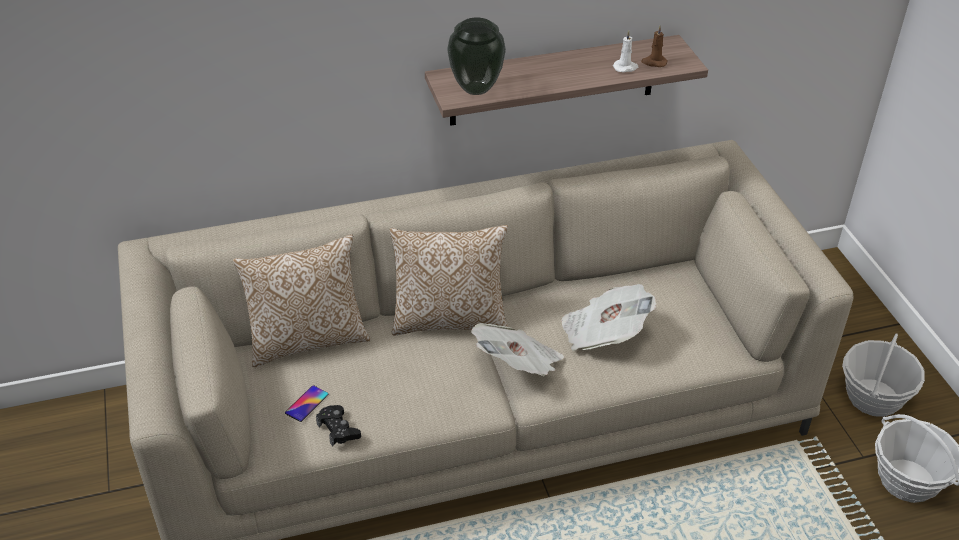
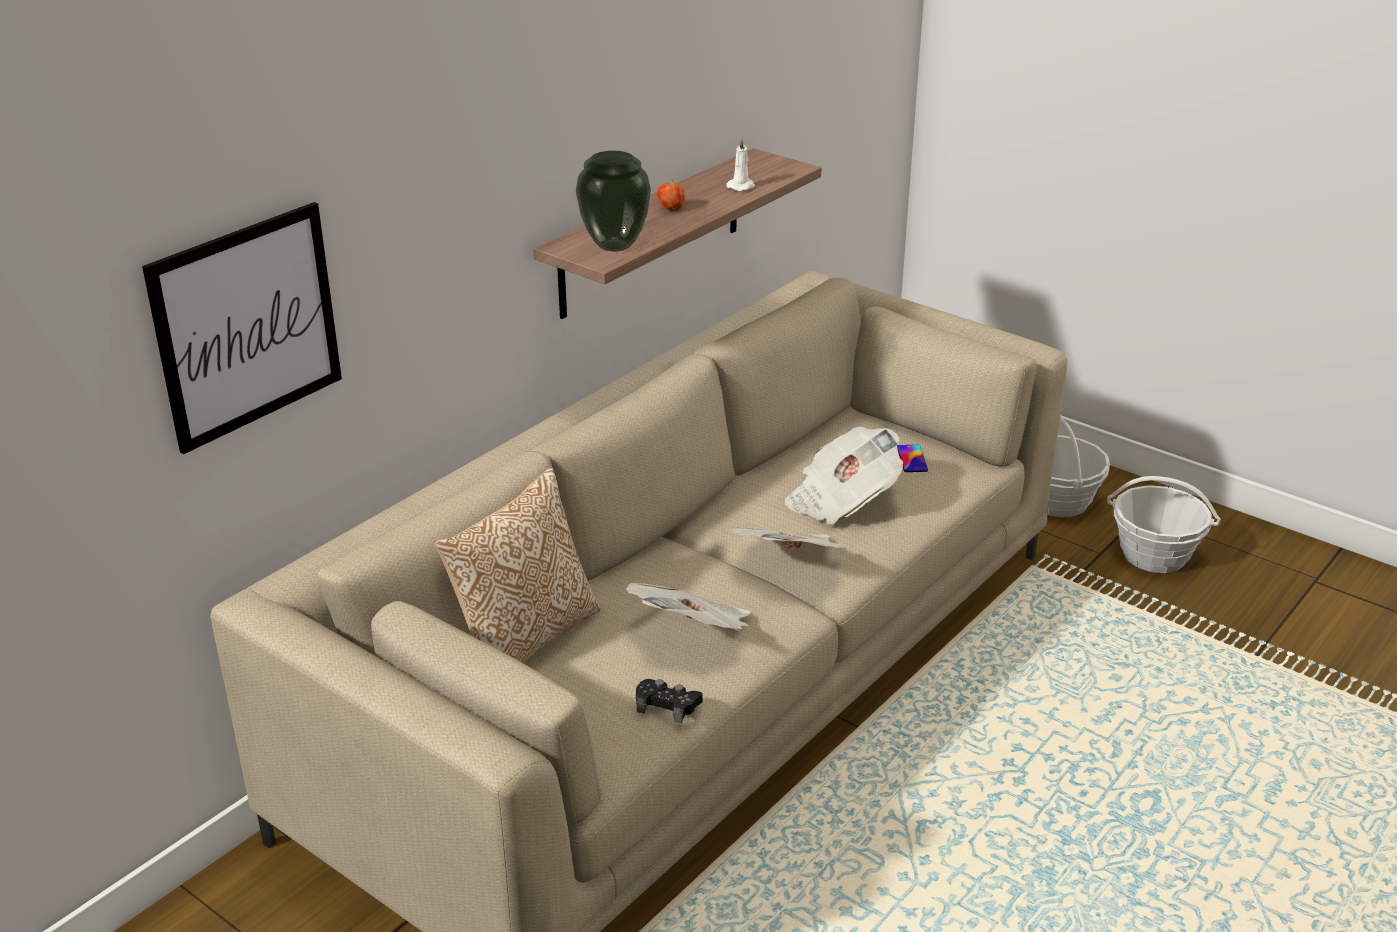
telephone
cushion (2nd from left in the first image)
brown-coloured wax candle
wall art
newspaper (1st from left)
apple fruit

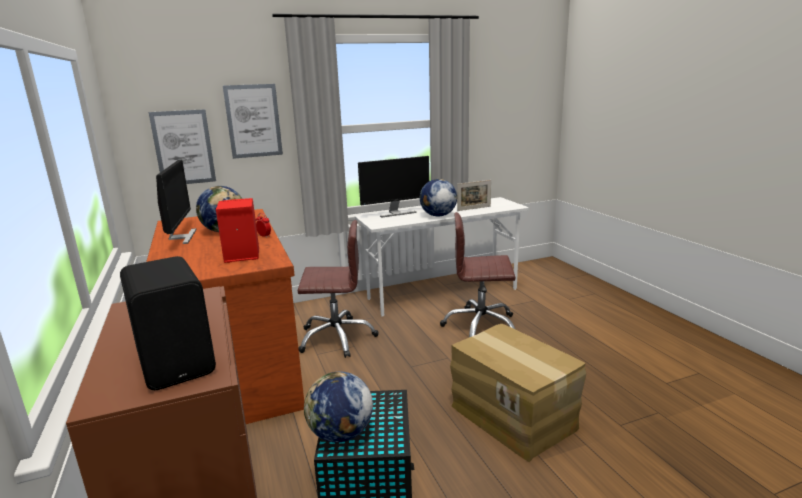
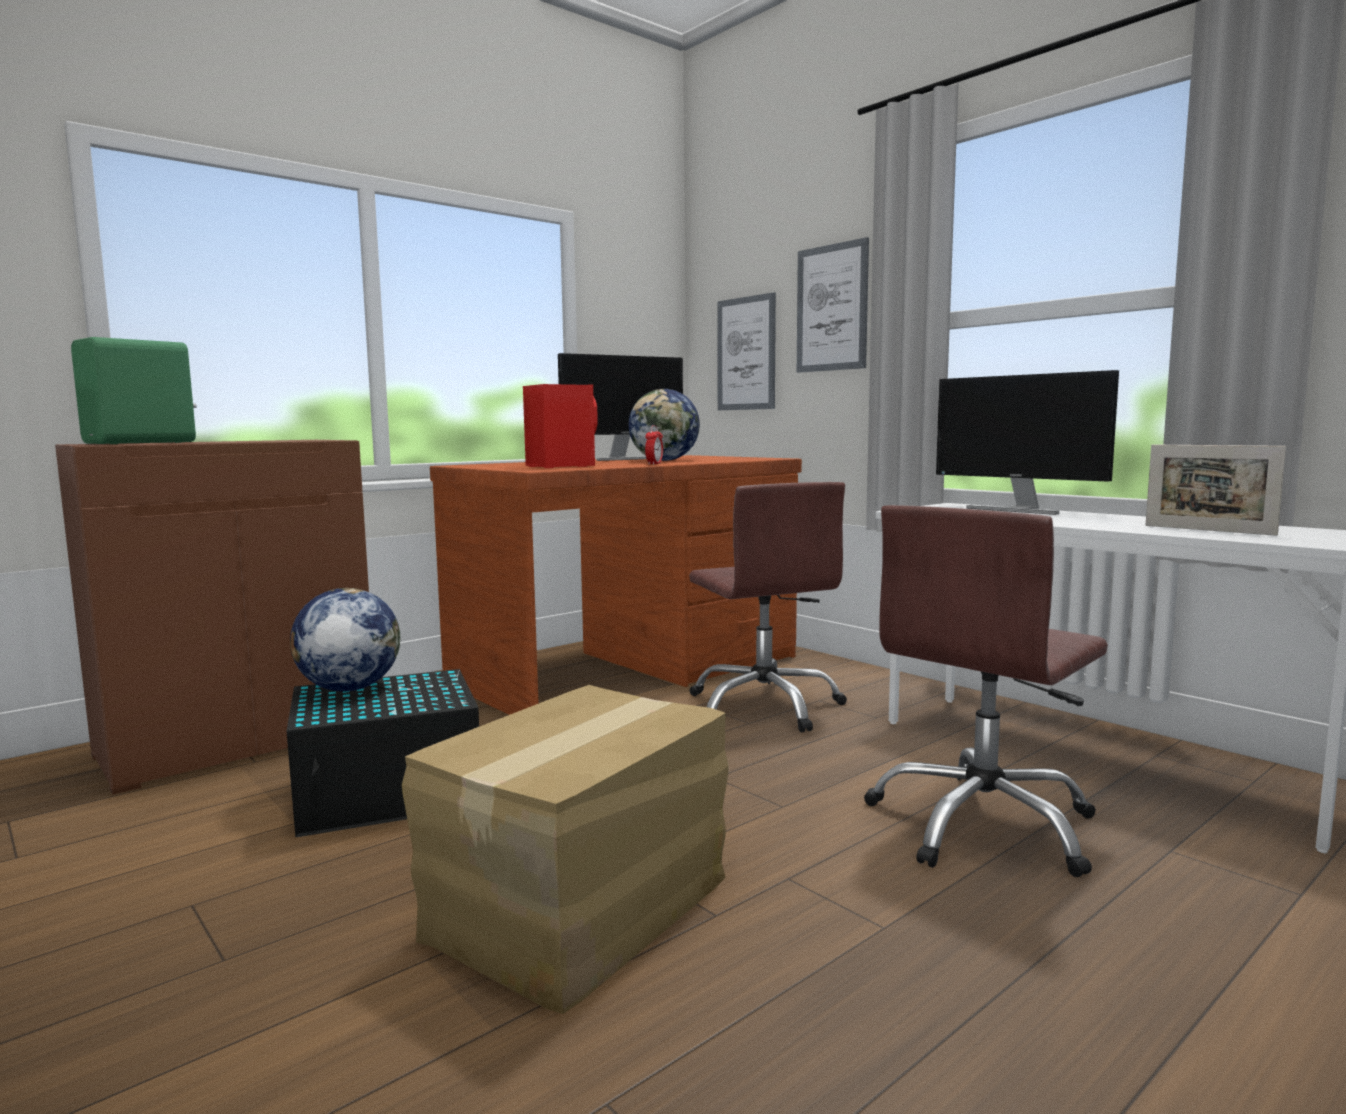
green-coloured audio speaker
world globe (3rd from left in the first image)
brown-coloured desk chair (2nd from left)

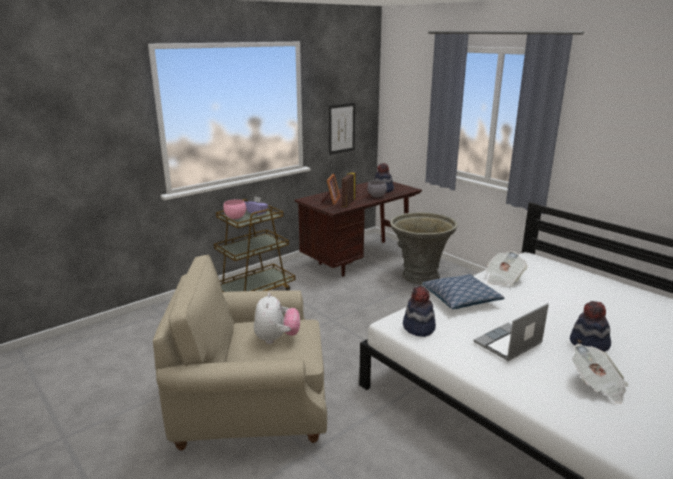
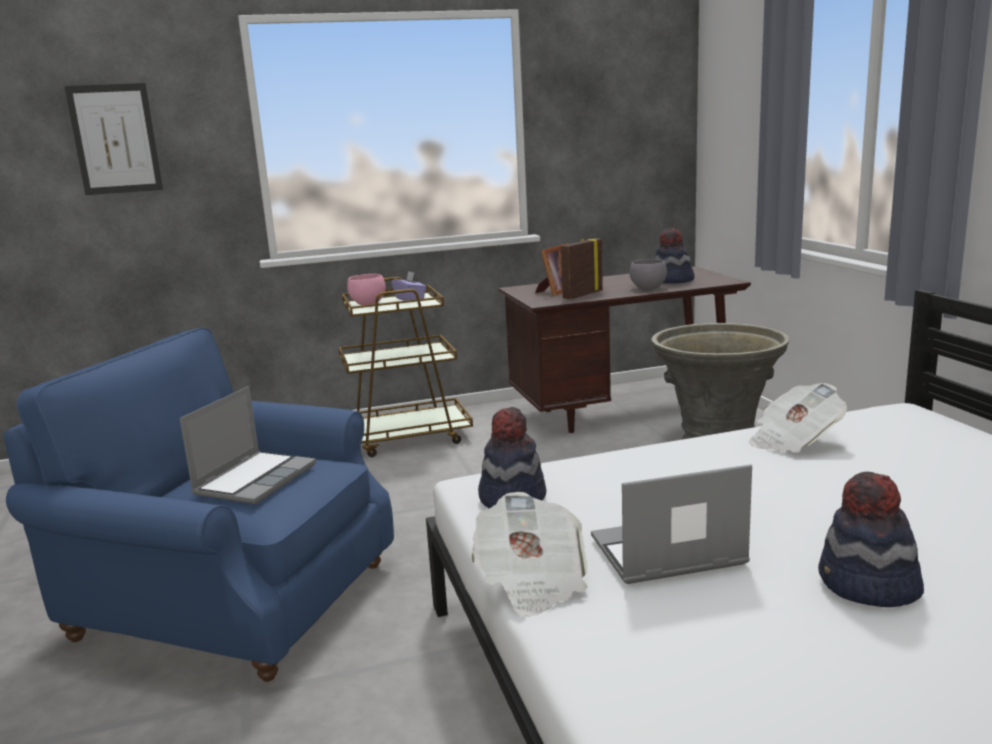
blue lounge chair
notebook computer (1st from left)
wall art
cushion
newspaper (1st from left)

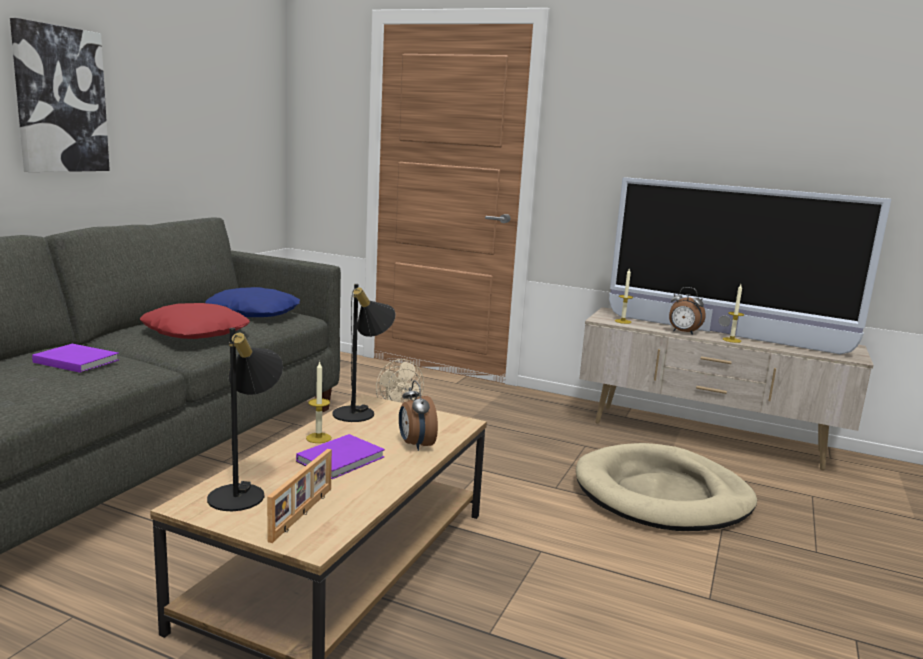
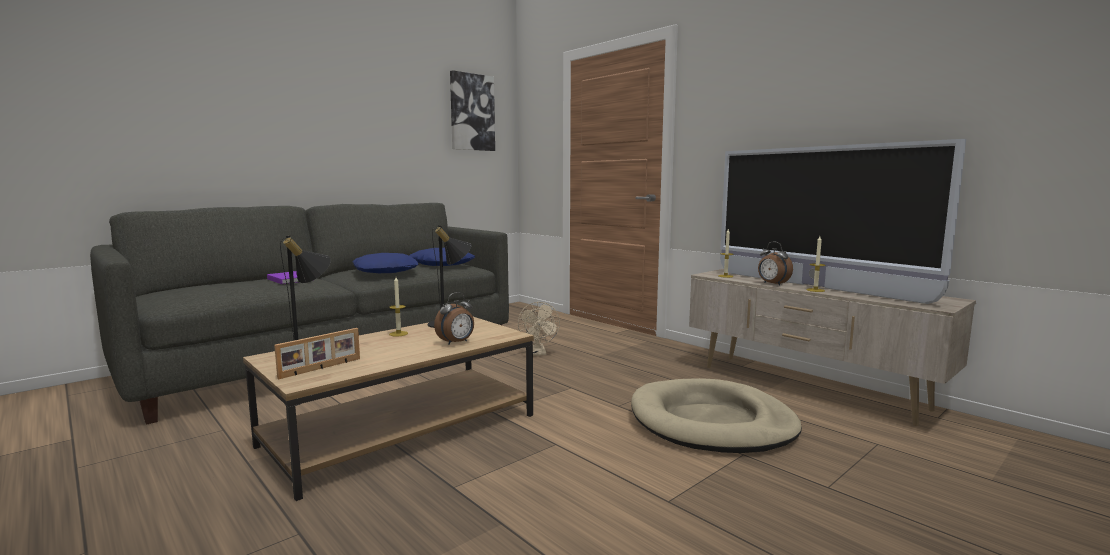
wall art
blue cushion (1st from left)
purplish book (2nd from left in the first image)
table clock (1st from left)

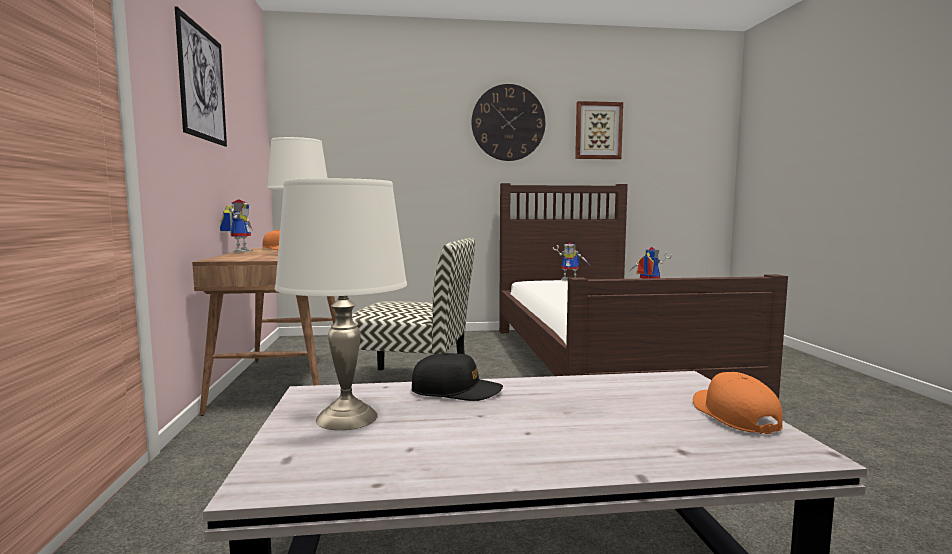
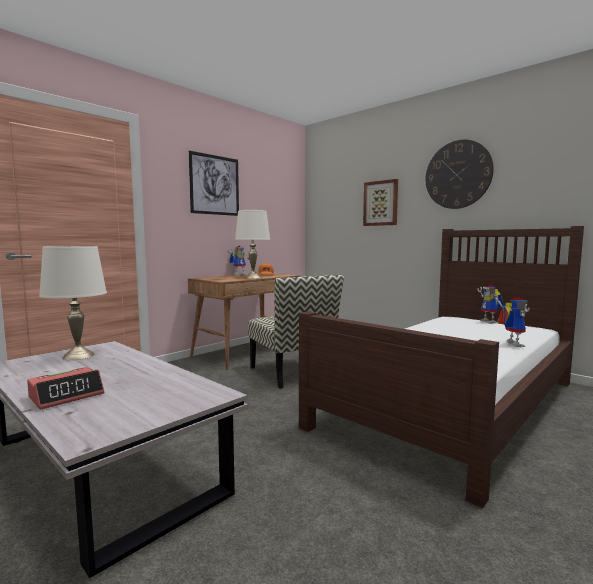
black-coloured cap
wall art (2nd from left)
orangey cap (2nd from left in the first image)
table clock

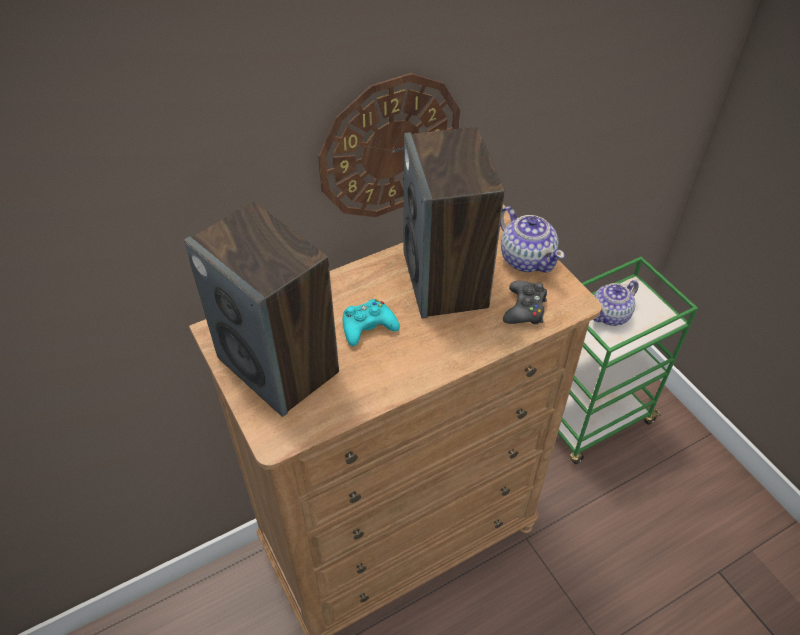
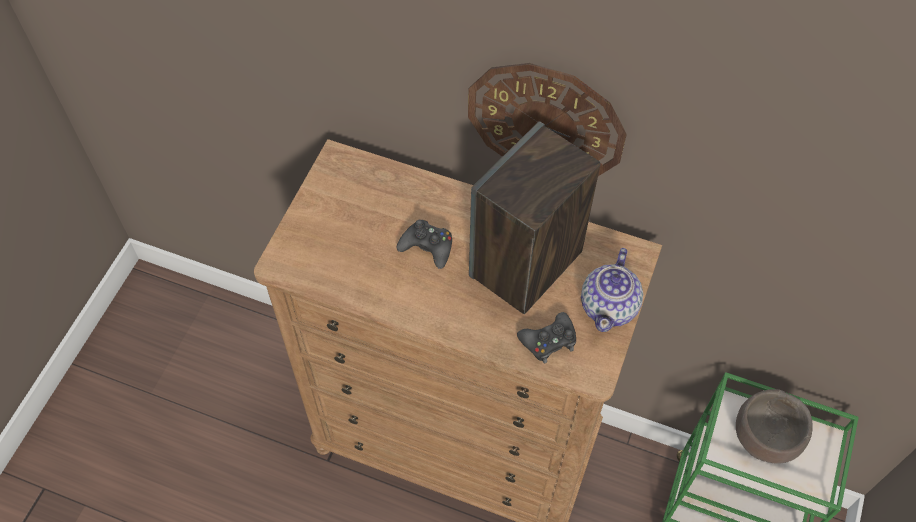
audio speaker (1st from left in the first image)
black-coloured joypad (1st from left)
brown-coloured bowl

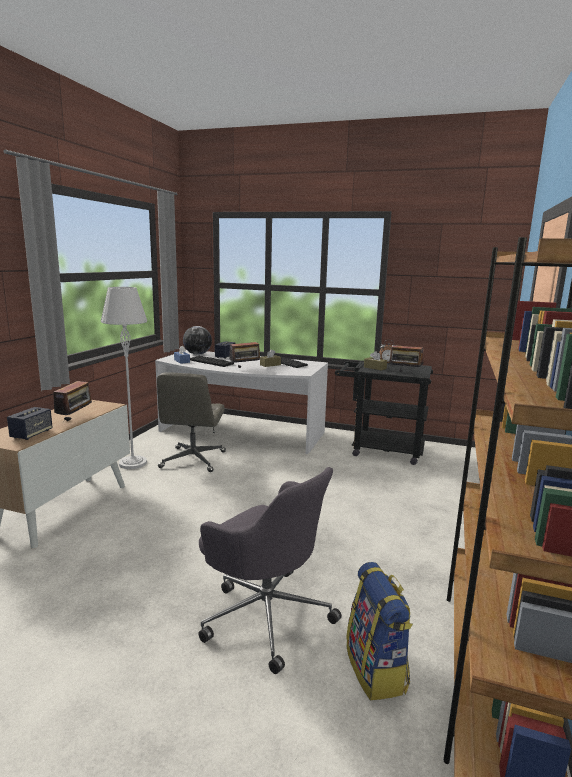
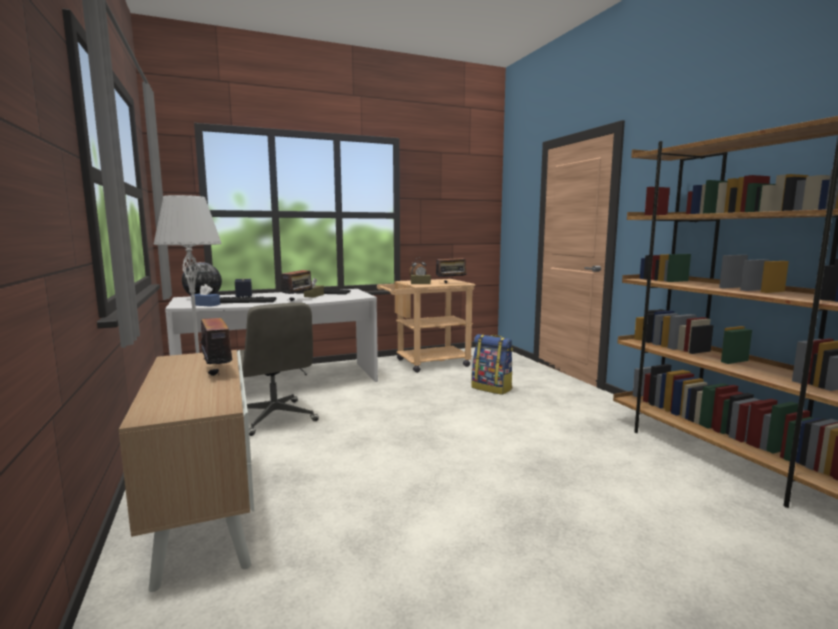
audio speaker (1st from left in the first image)
greyish desk chair (2nd from left in the first image)
beige-coloured trolley
rucksack

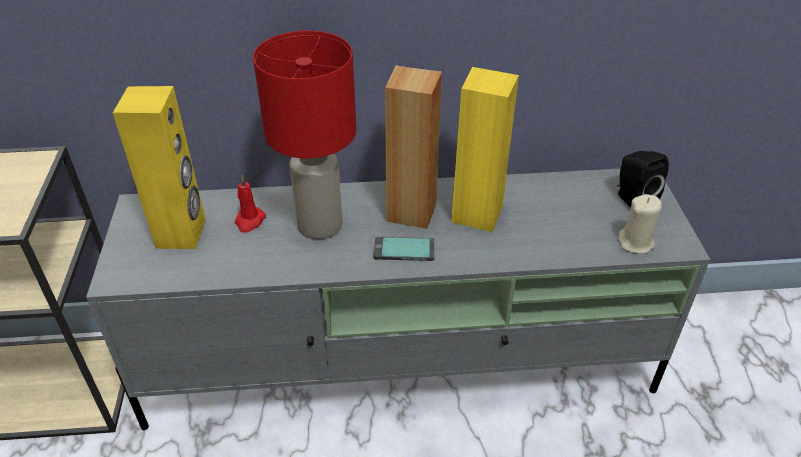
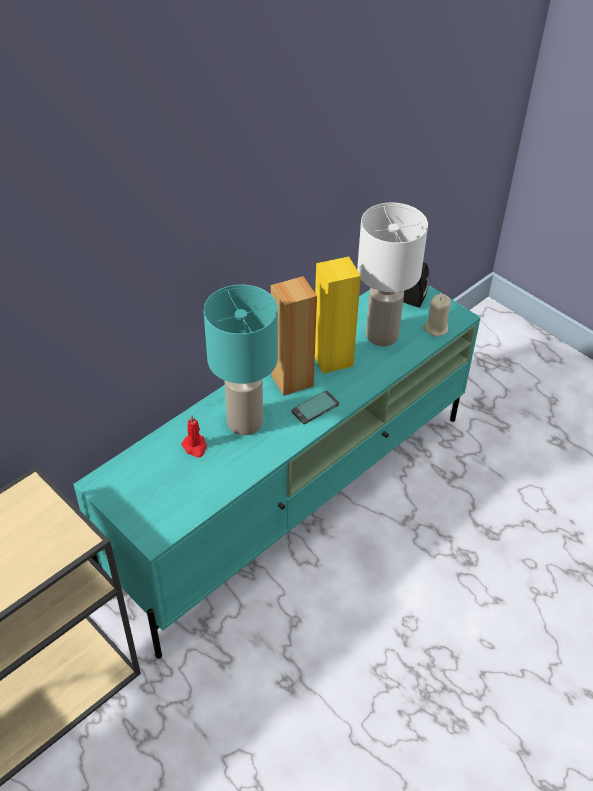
blue-green media console
yellow audio speaker (1st from left in the first image)
blue-green table lamp
white table lamp

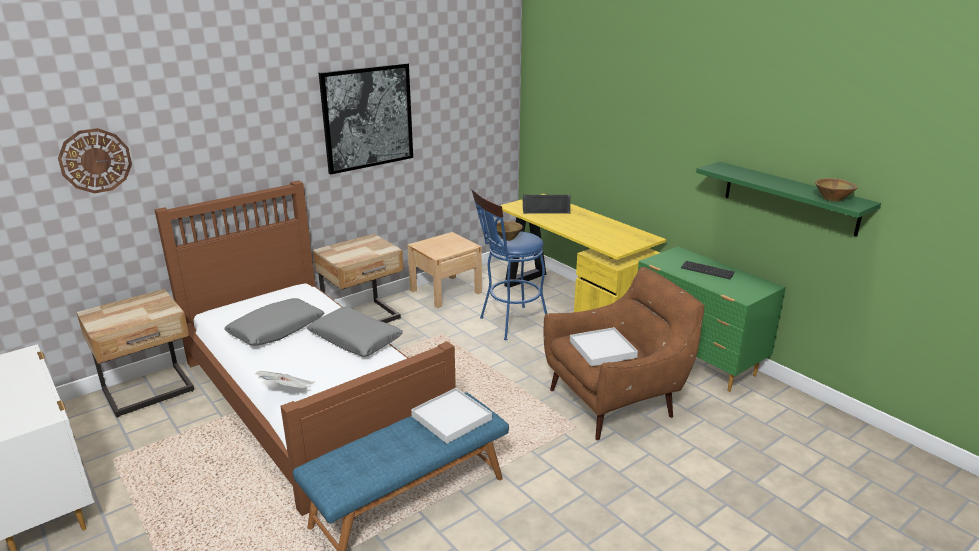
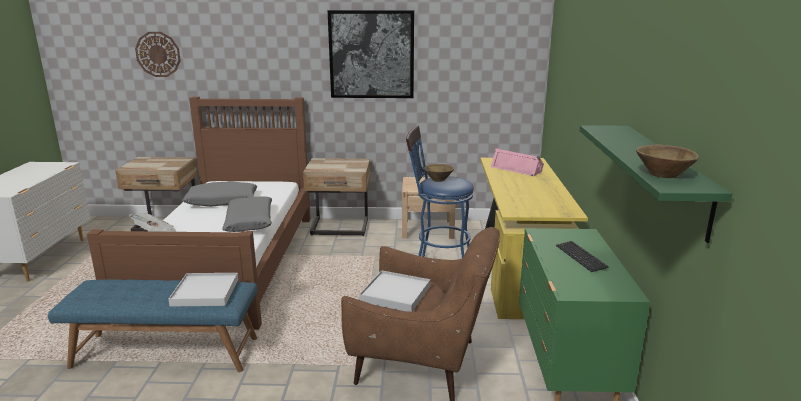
pink audio speaker

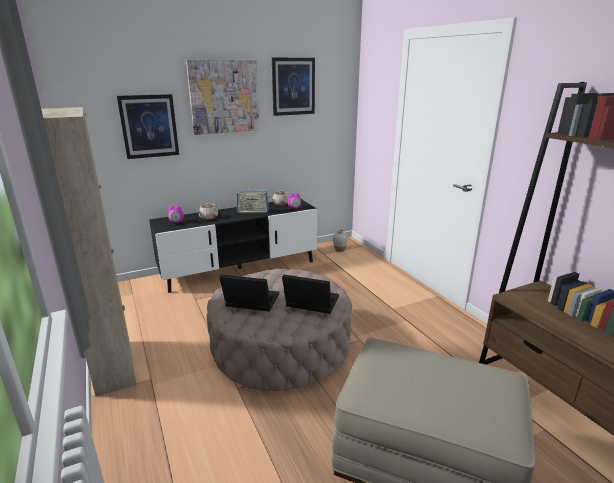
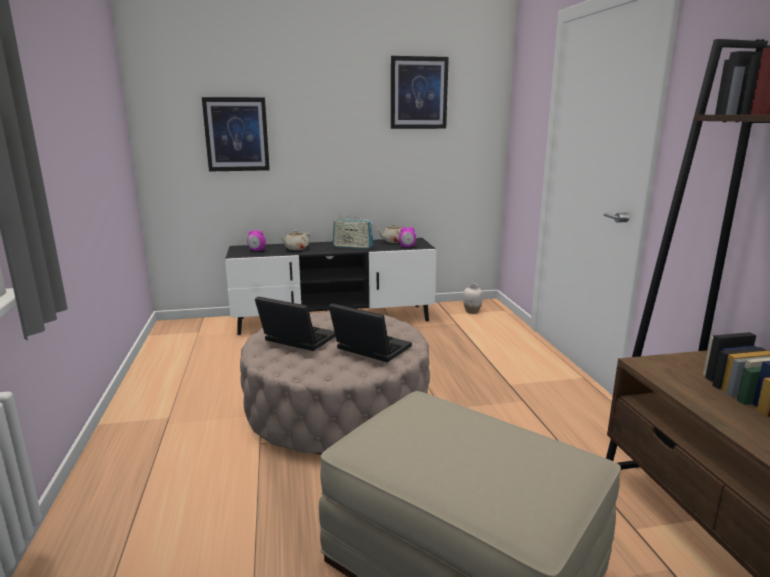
beige-coloured cabinet
wall art (2nd from left in the first image)

